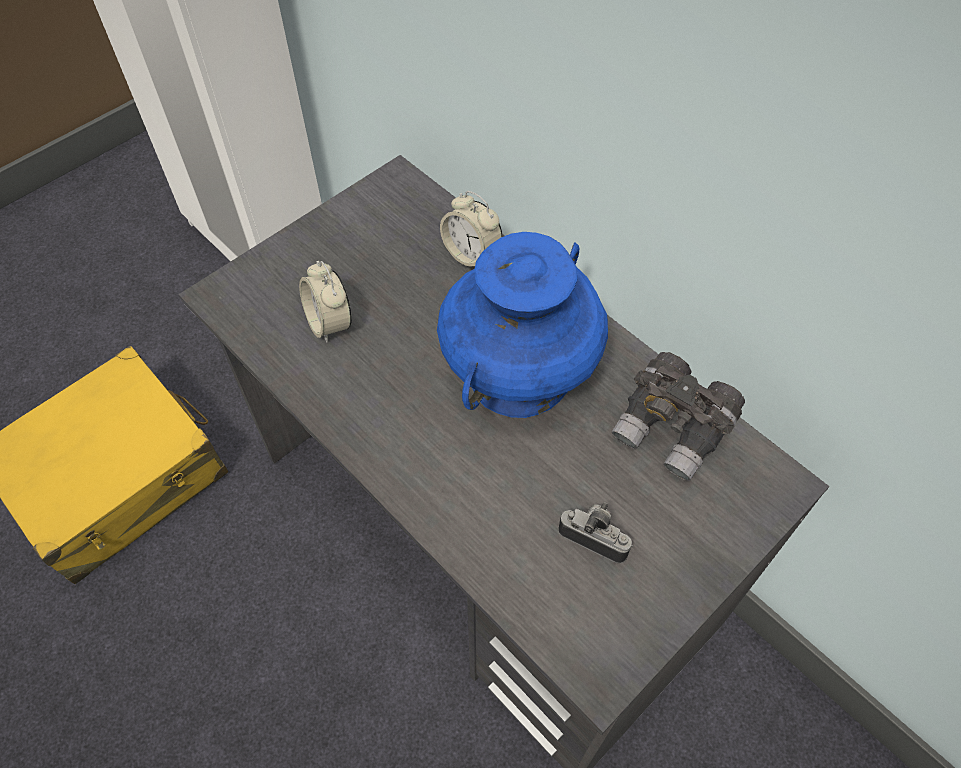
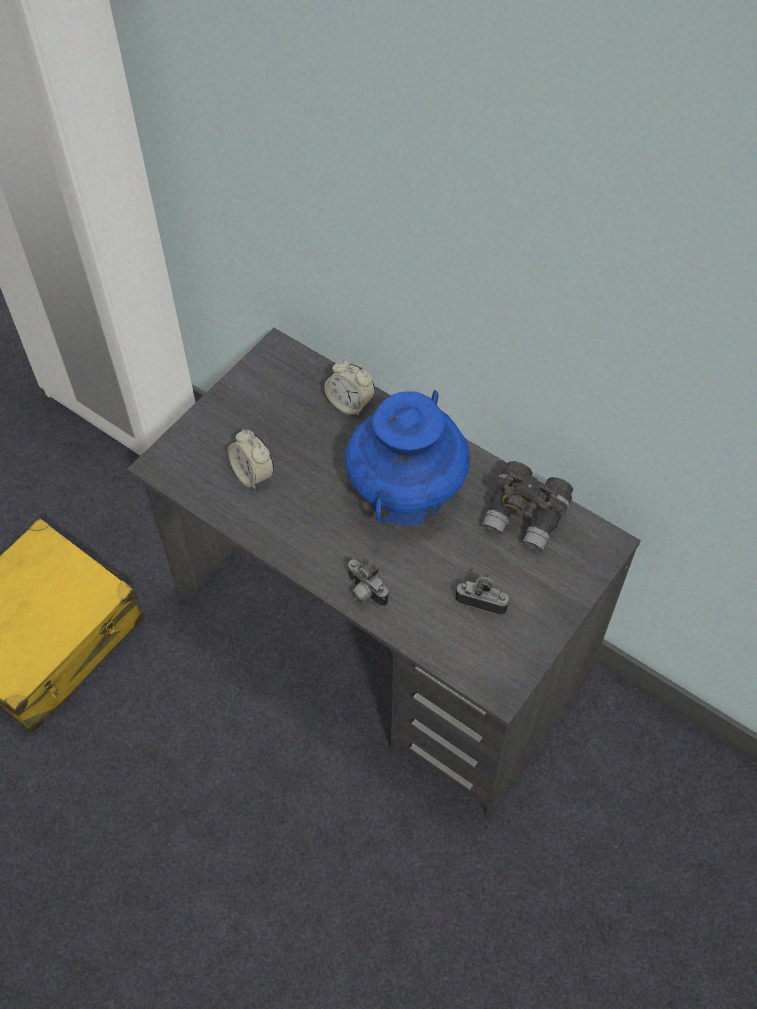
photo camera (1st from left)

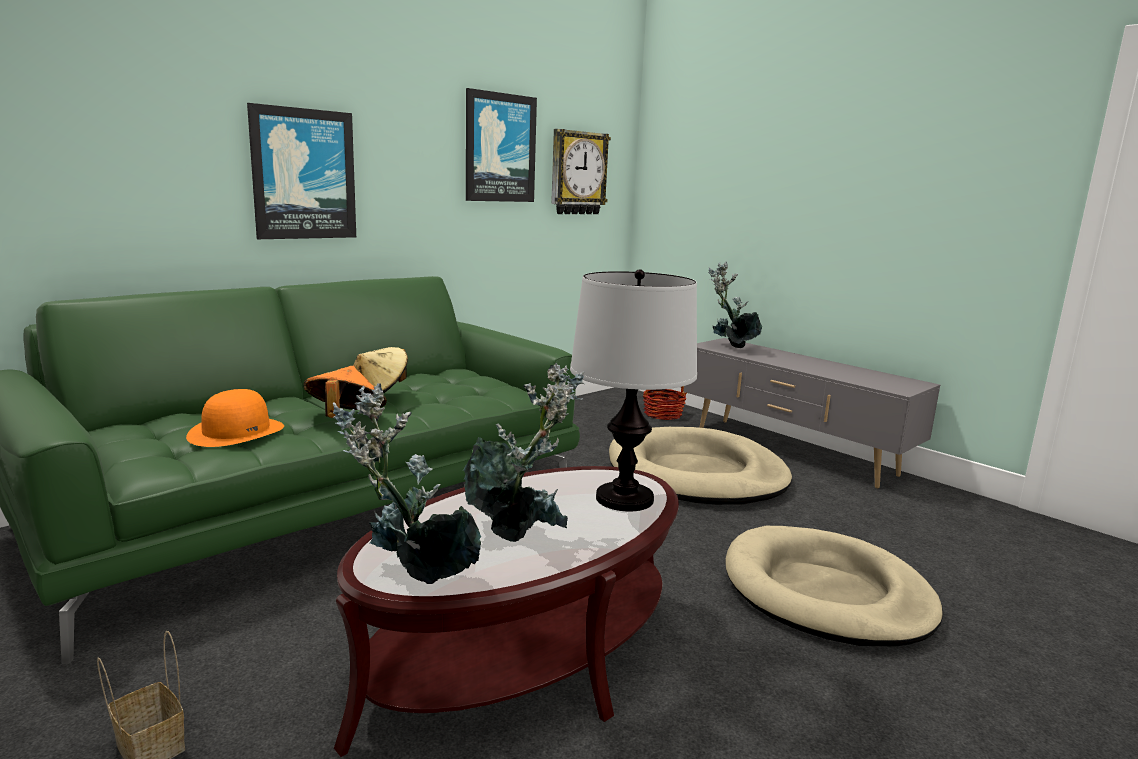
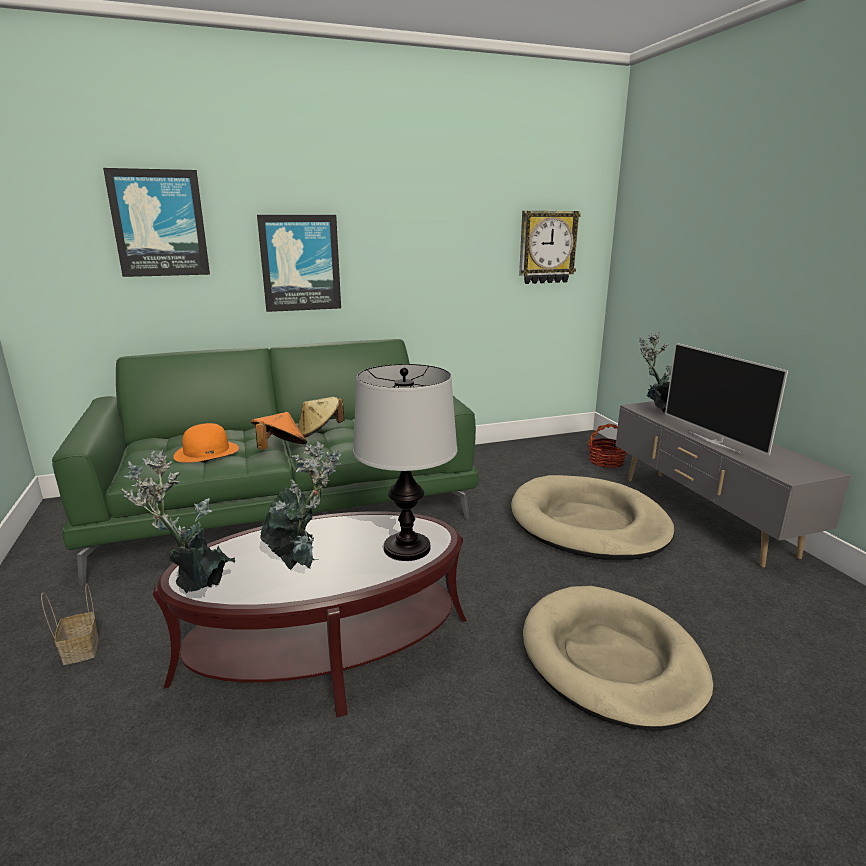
wall art (1st from left)
television

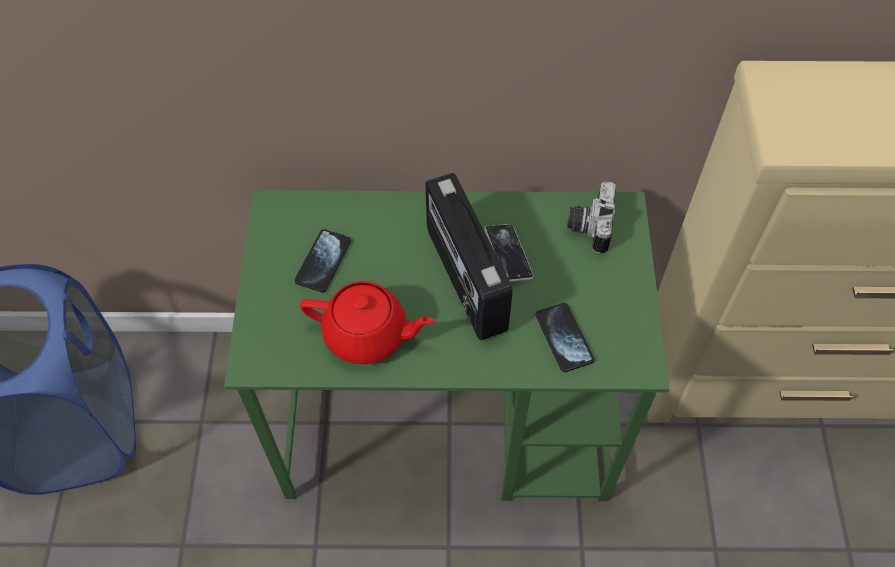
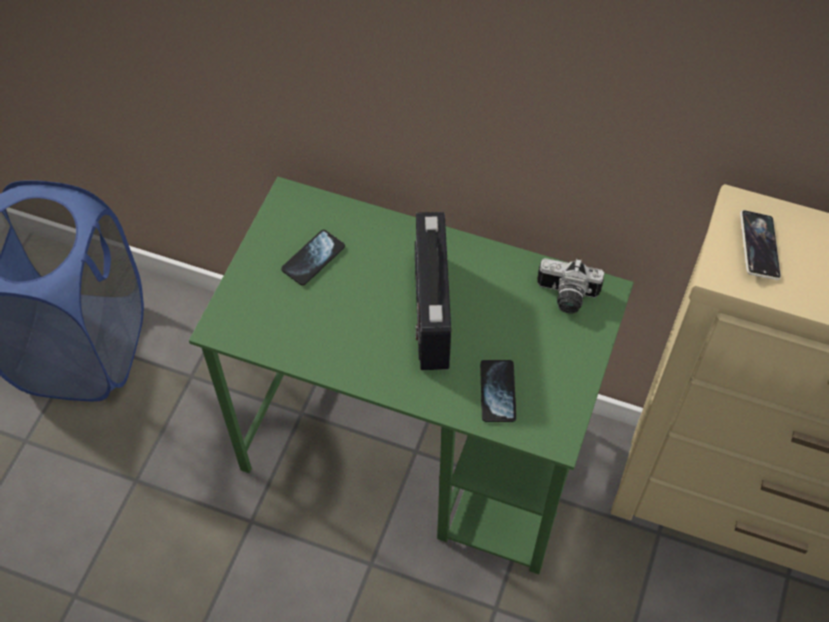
red teapot
telephone (3rd from left)
photo camera

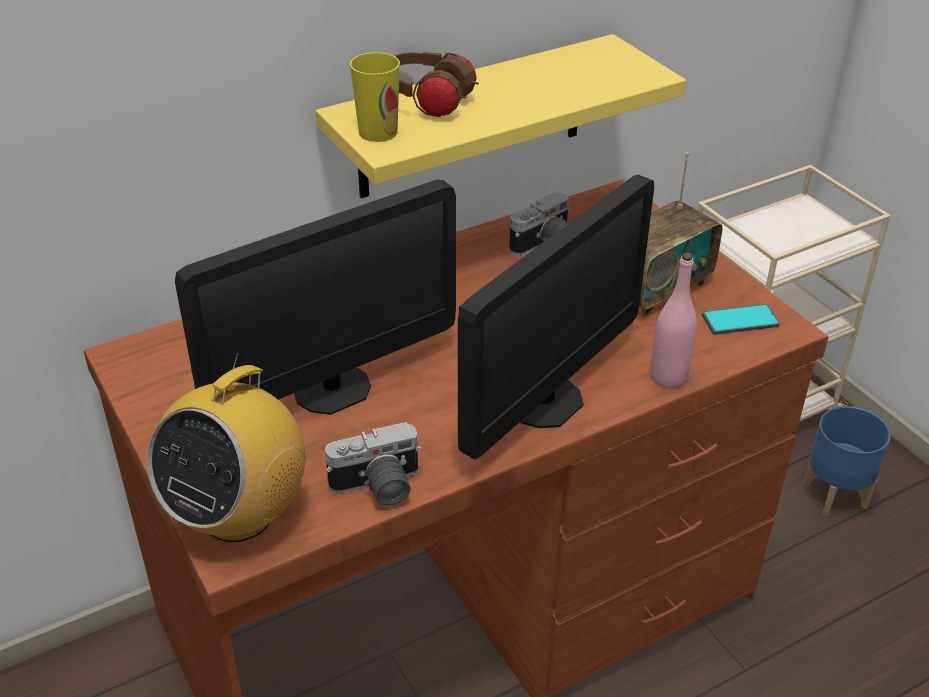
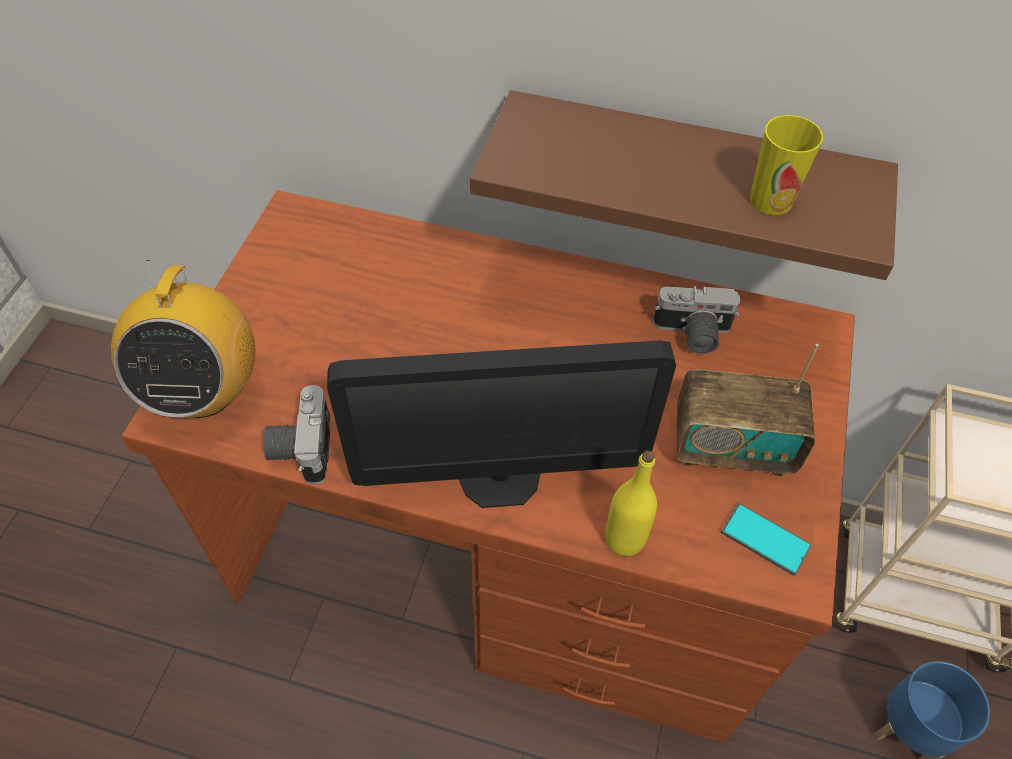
radio set (1st from left)
monitor (1st from left in the first image)
brown-coloured bracket shelf
photo camera (1st from left)
drinking cup
brown-coloured headset
yellow drink bottle

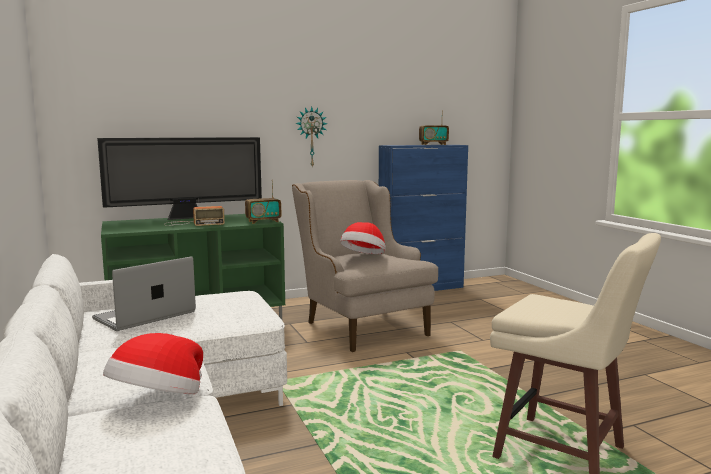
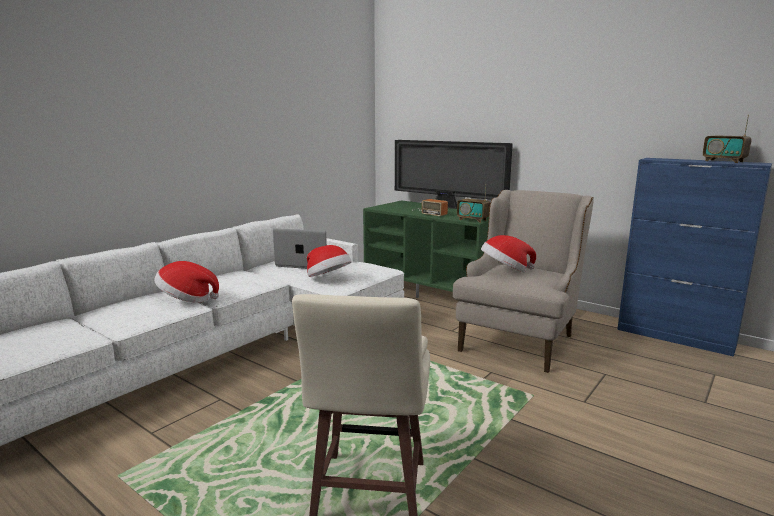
hanging clock
clothing hat (2nd from left)

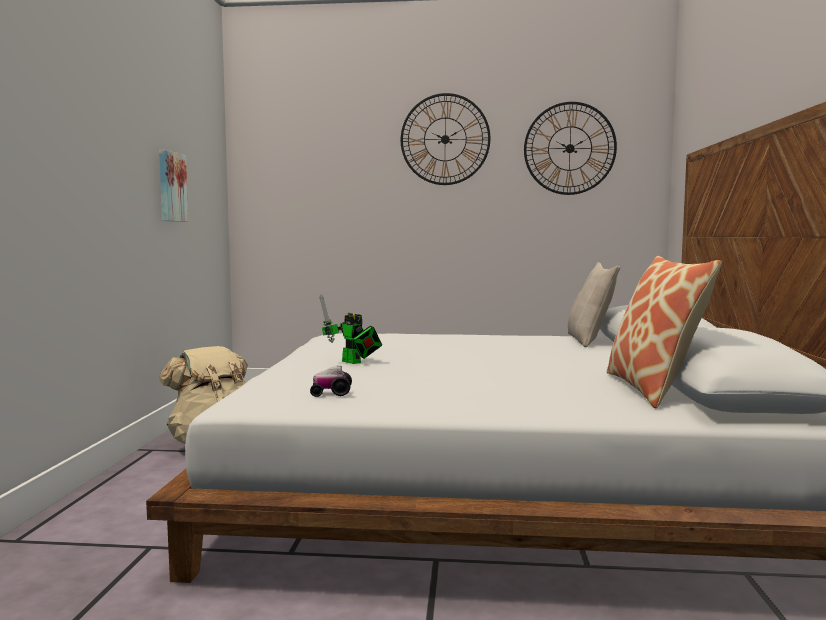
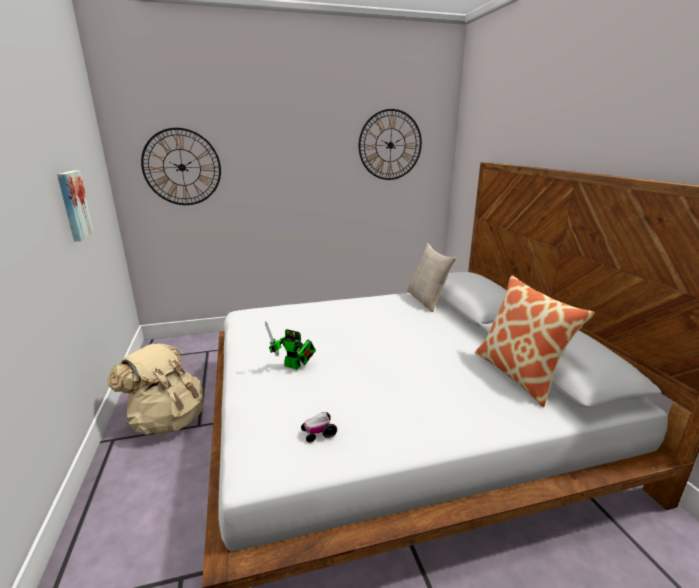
hanging clock (1st from left)

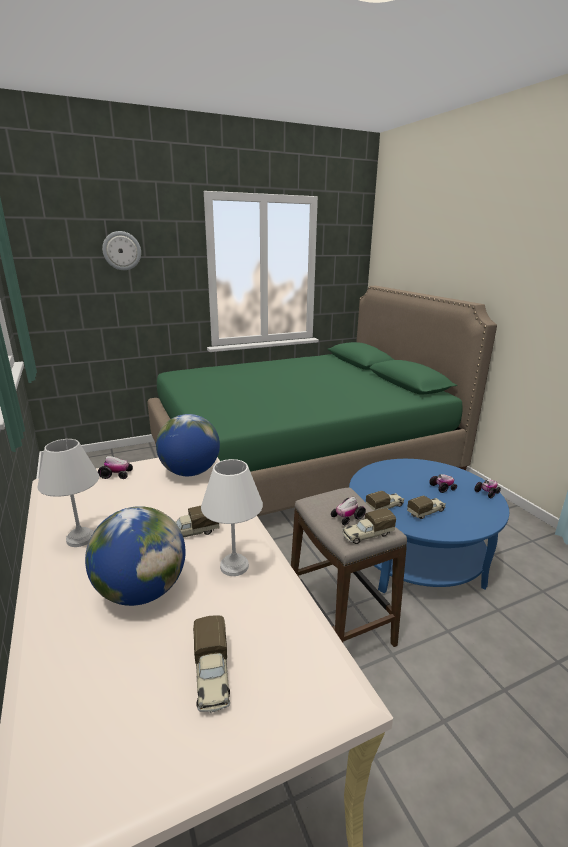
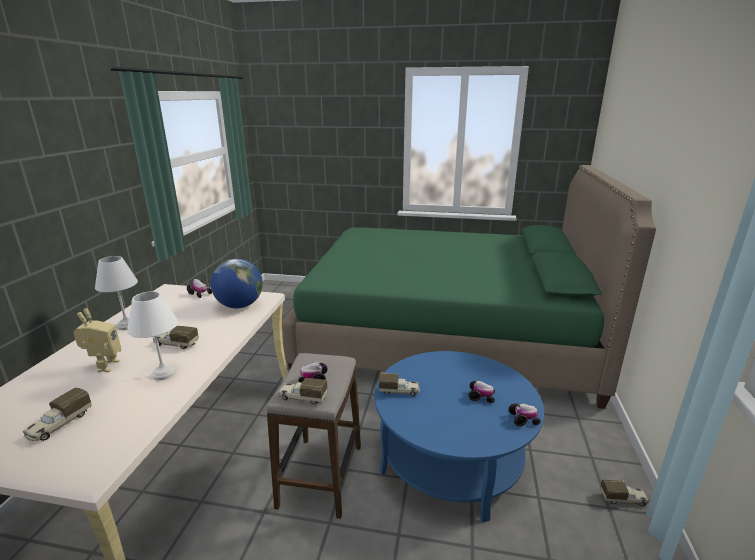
robot figure
hanging clock
toy truck (5th from left)

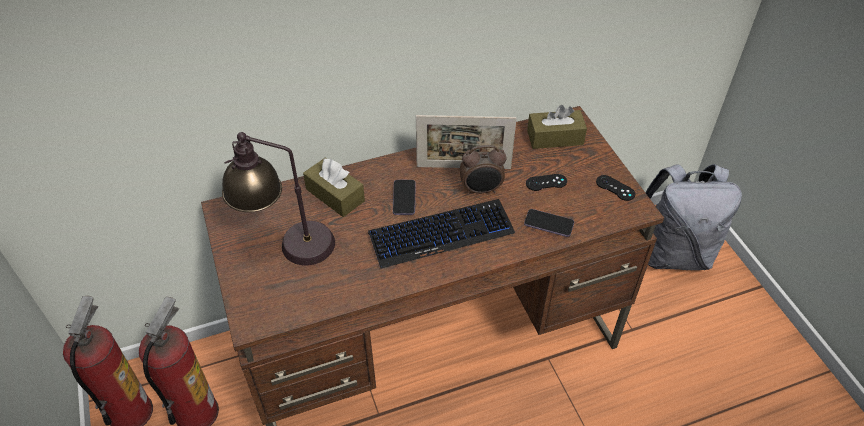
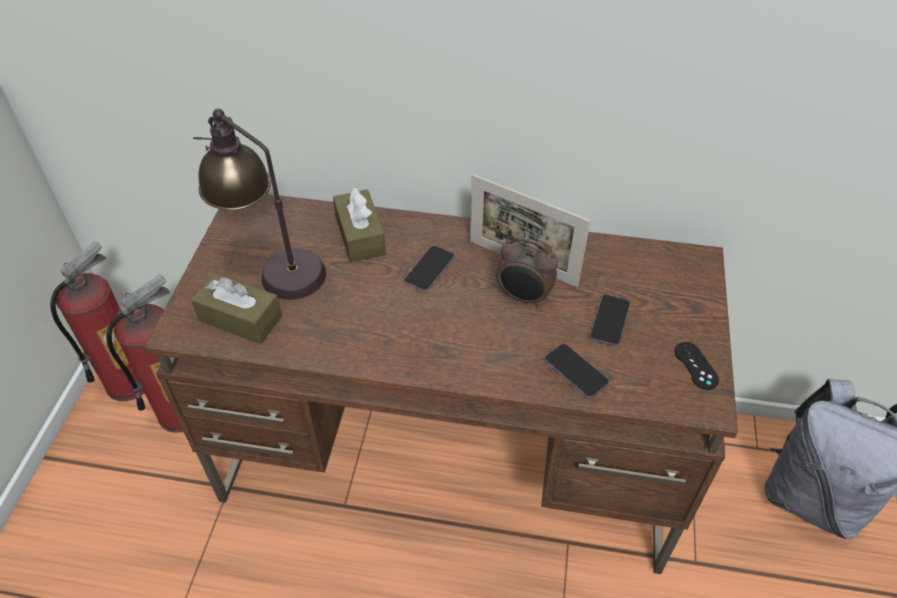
keyboard
telephone (3rd from left)
brown-coloured tissue box (1st from left)

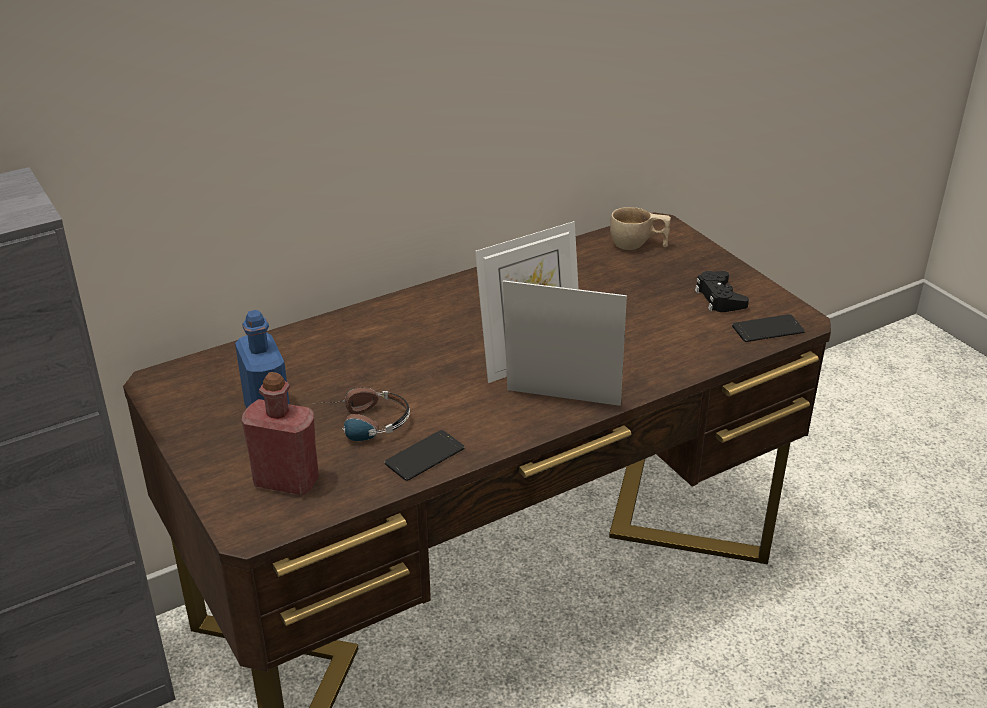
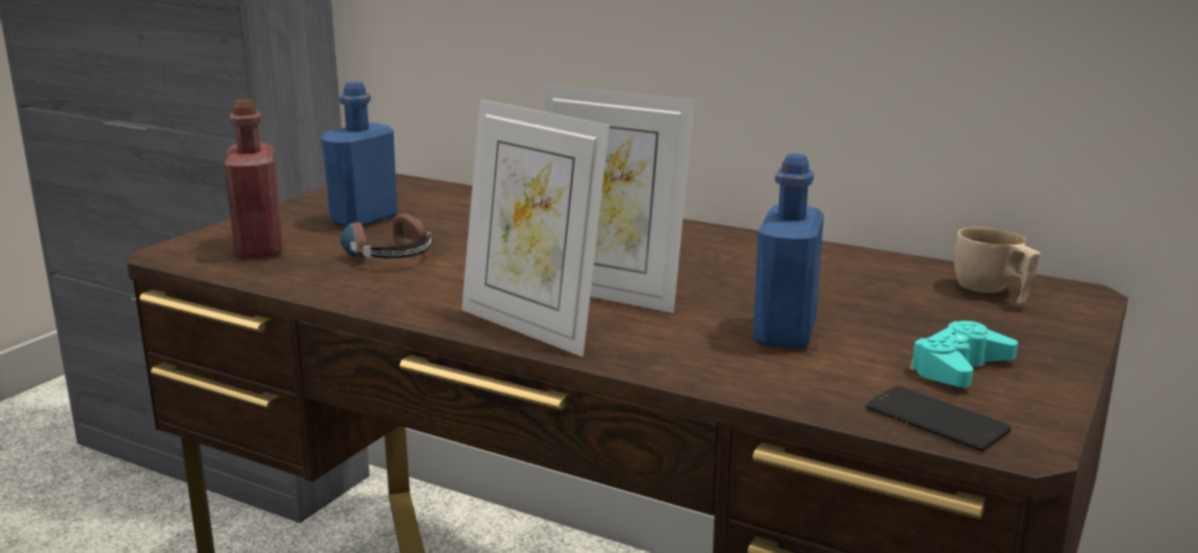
telephone (1st from left in the first image)
picture frame (1st from left)
blue-green joypad
blue drink bottle (2nd from left)

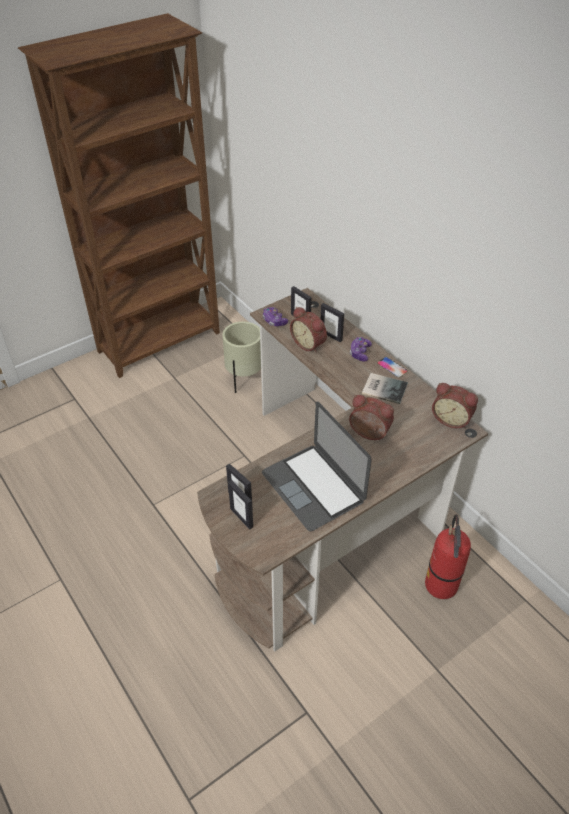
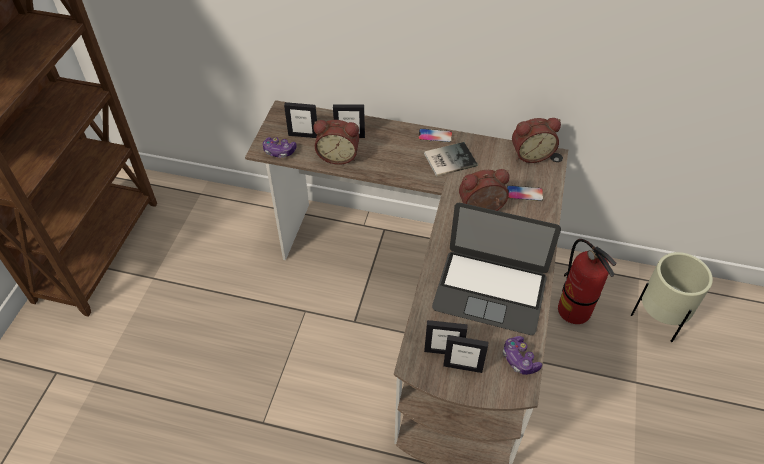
beige-coloured planter
joypad (2nd from left)
telephone (2nd from left)

